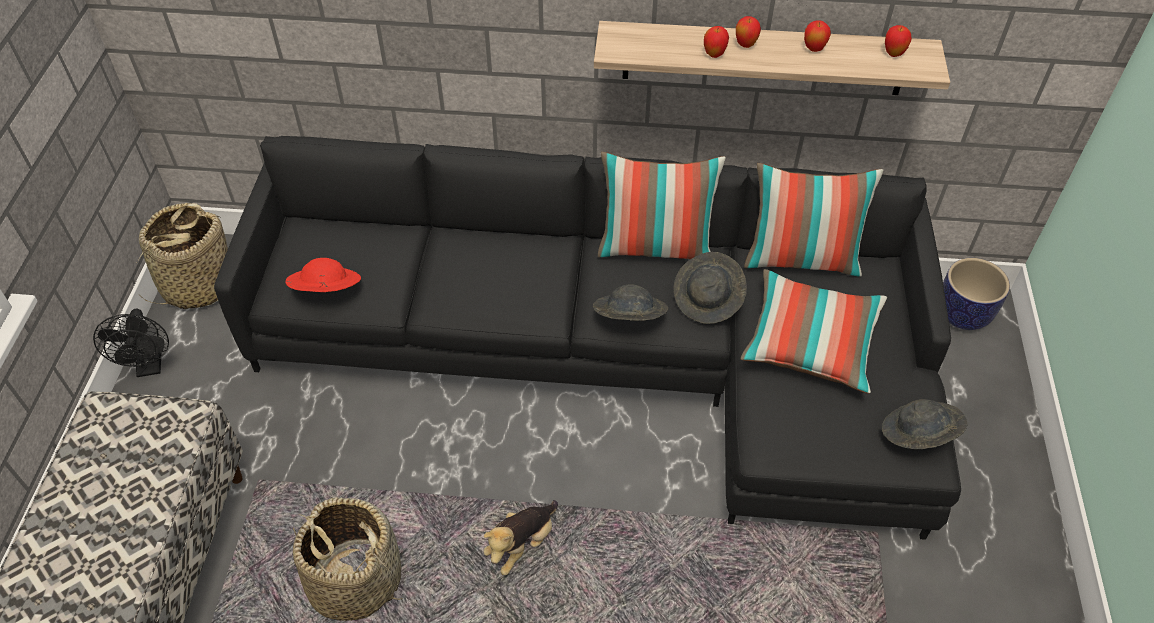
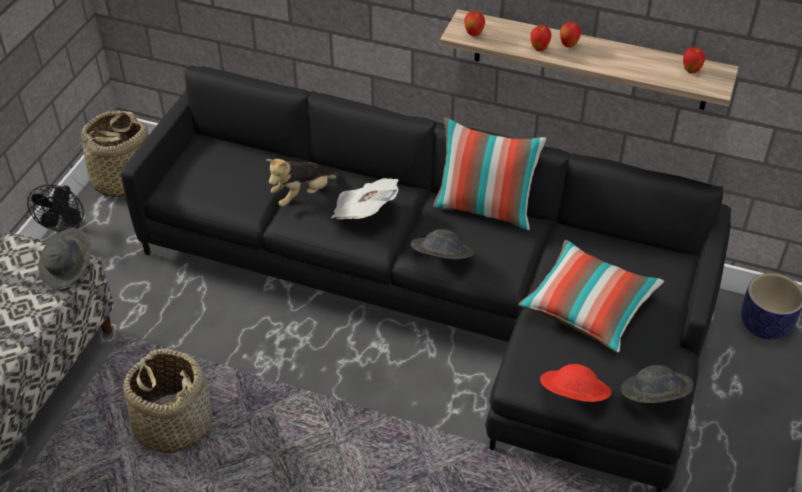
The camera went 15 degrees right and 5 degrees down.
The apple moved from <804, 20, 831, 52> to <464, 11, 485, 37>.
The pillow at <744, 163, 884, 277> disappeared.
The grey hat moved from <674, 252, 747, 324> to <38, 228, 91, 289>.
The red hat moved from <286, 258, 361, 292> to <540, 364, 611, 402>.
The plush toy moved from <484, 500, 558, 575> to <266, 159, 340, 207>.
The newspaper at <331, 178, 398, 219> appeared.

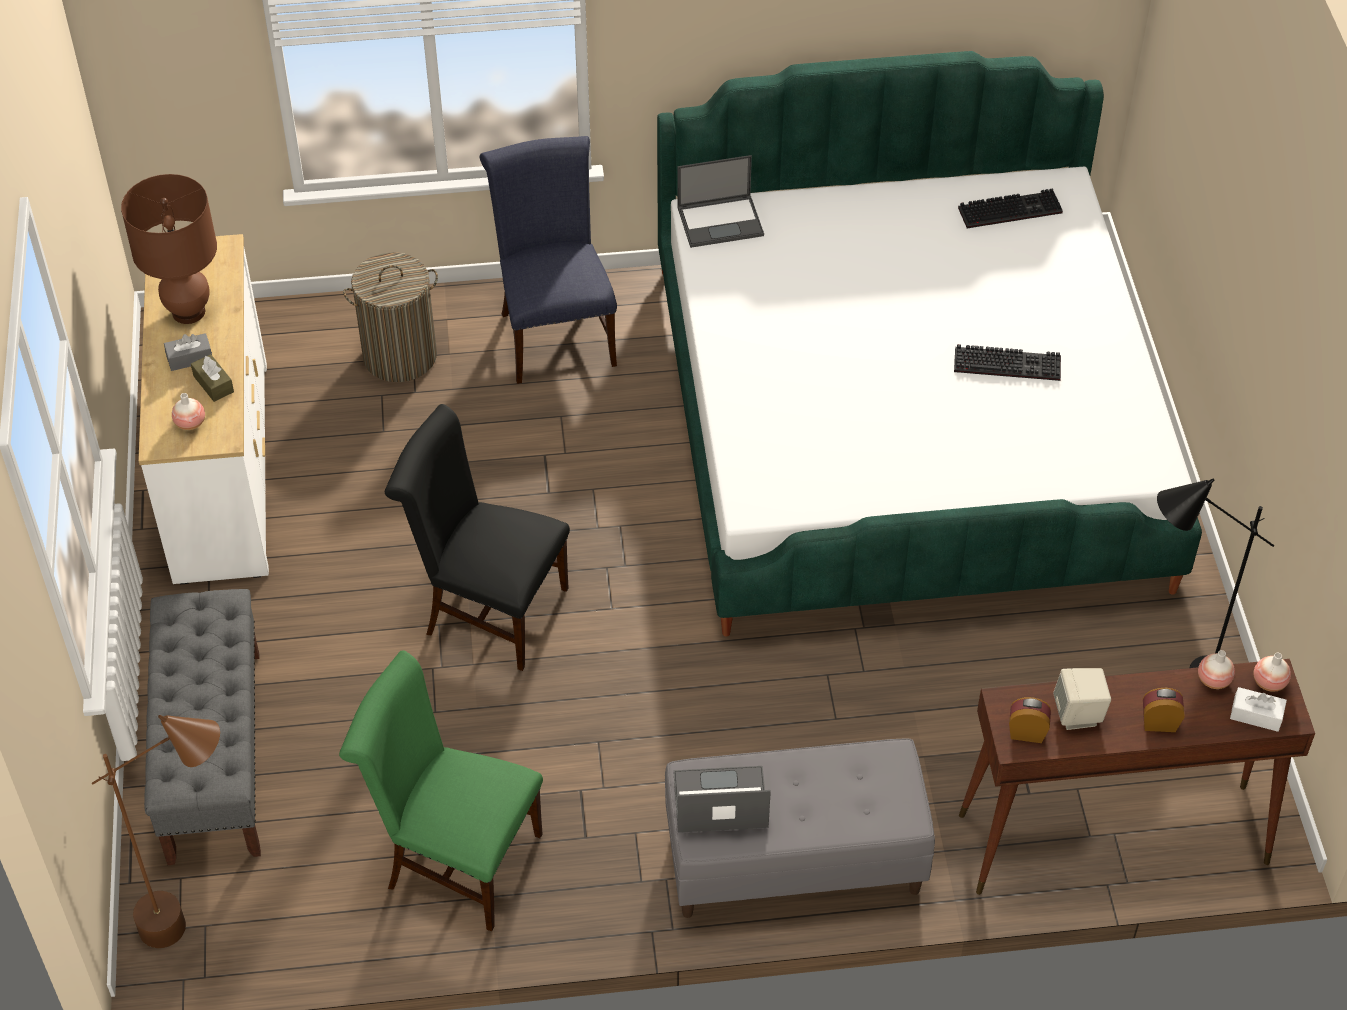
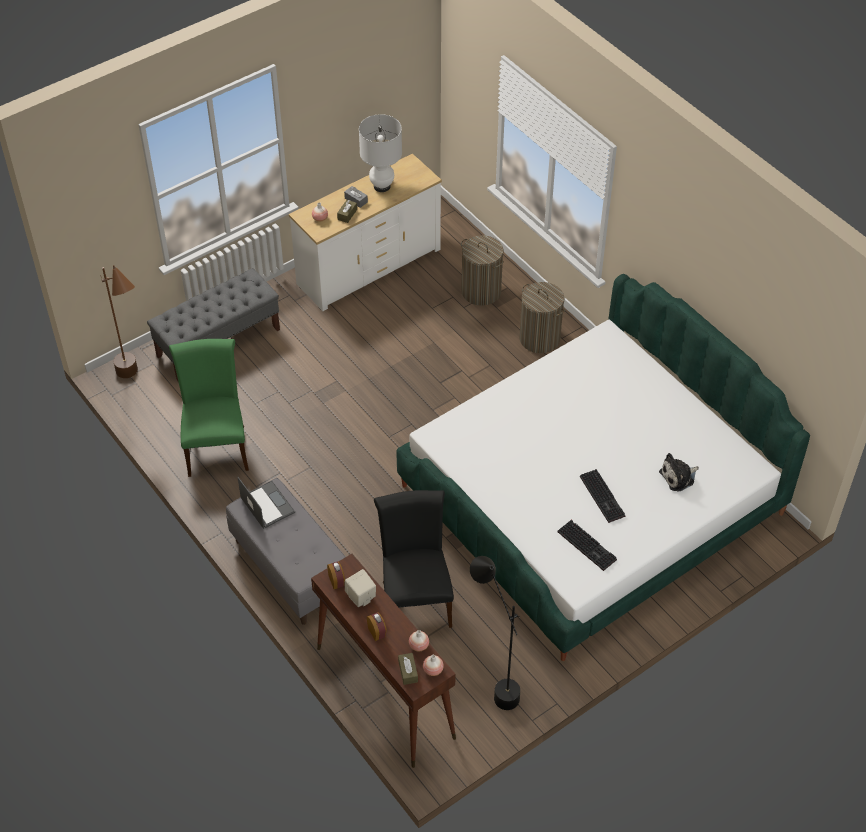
The camera went 60 degrees right and 0 degrees up.
The blue chair at <480, 136, 617, 384> was replaced by the laundry basket at <519, 282, 565, 353>.
The laptop at <677, 155, 764, 248> disappeared.
The brown table lamp at <121, 174, 217, 324> became the white table lamp at <359, 114, 402, 192>.
The keyboard moved from <958, 188, 1063, 228> to <557, 520, 617, 571>.
The black chair moved from <385, 404, 570, 671> to <374, 490, 454, 628>.
The white tissue box at <1230, 687, 1287, 732> became the brown tissue box at <398, 653, 418, 685>.
The plush toy at <659, 453, 699, 492> appeared.

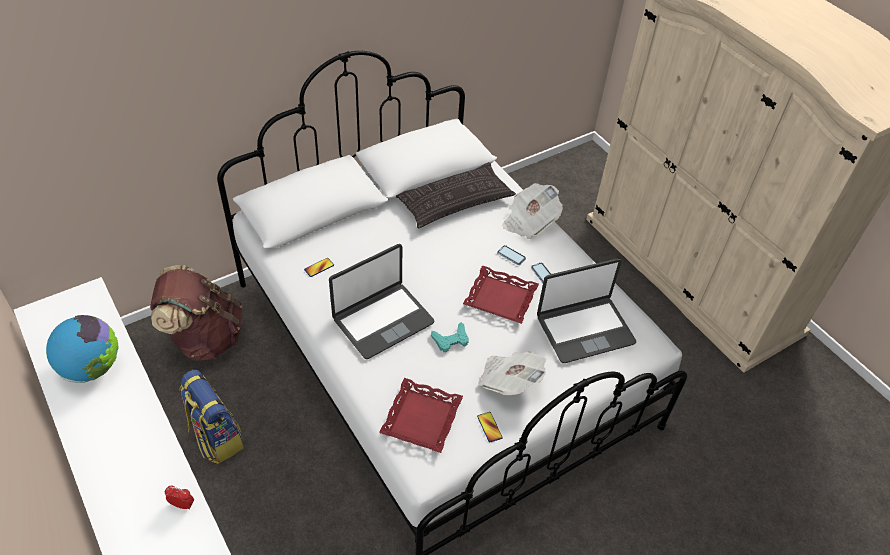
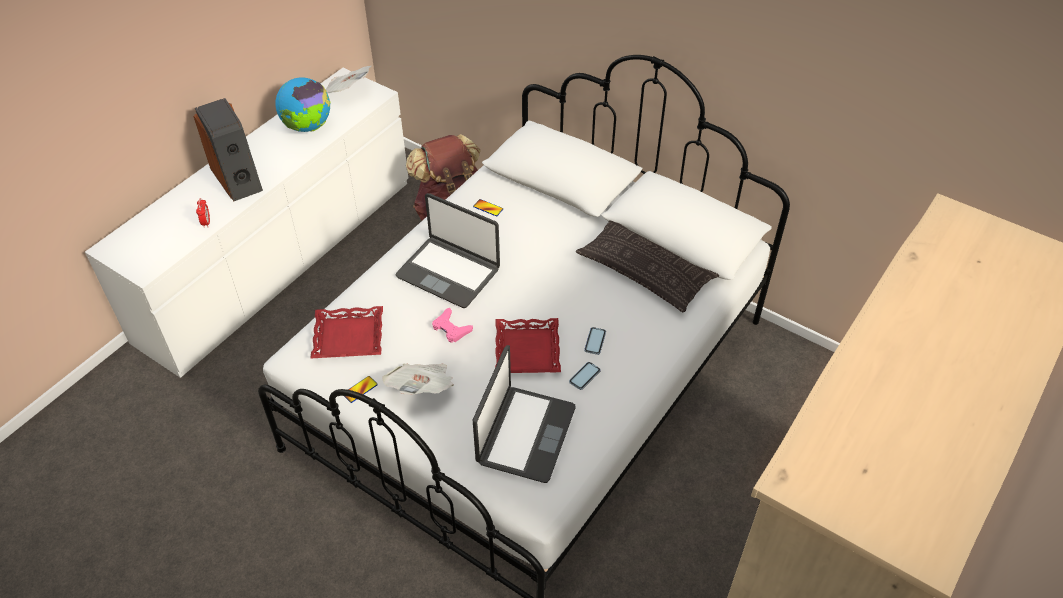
The camera went 70 degrees right and 0 degrees up.
The newspaper moved from <502, 183, 563, 239> to <326, 66, 371, 94>.
The laptop at <537, 258, 636, 363> turned 120 degrees counterclockwise.
The turquoise game controller at <431, 322, 469, 352> became the pink game controller at <432, 308, 473, 343>.
The backpack at <179, 370, 244, 464> disappeared.
The speaker at <193, 98, 263, 201> appeared.

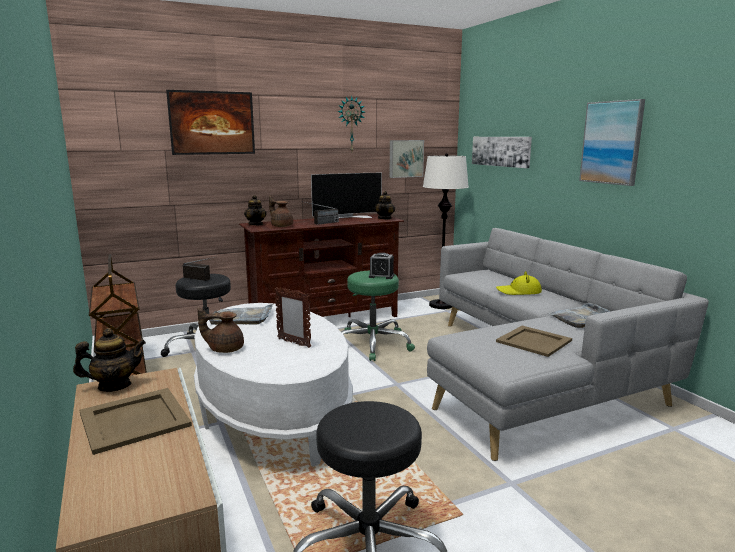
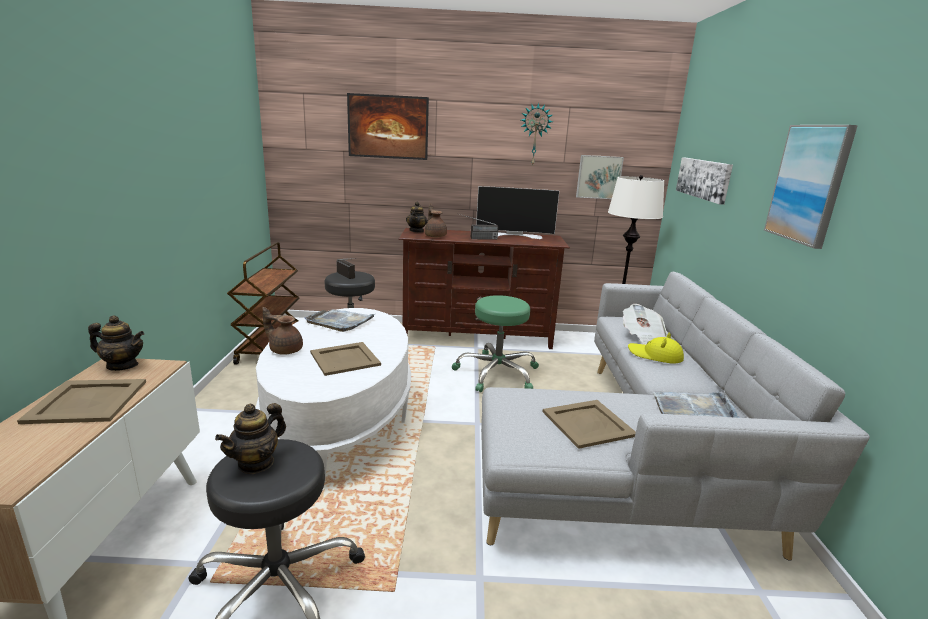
The camera went 25 degrees right and 5 degrees up.
The teapot moved from <375, 191, 395, 220> to <215, 403, 286, 474>.
The alarm clock at <369, 253, 394, 279> disappeared.
The picture frame at <274, 287, 311, 348> was replaced by the beige tray at <310, 342, 381, 376>.
The newspaper at <623, 304, 667, 345> appeared.

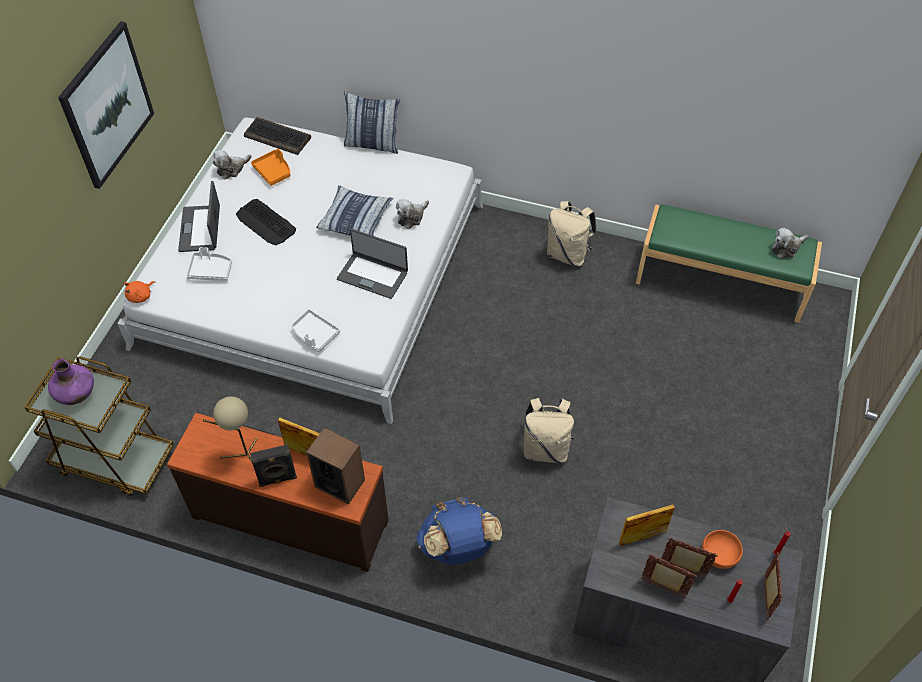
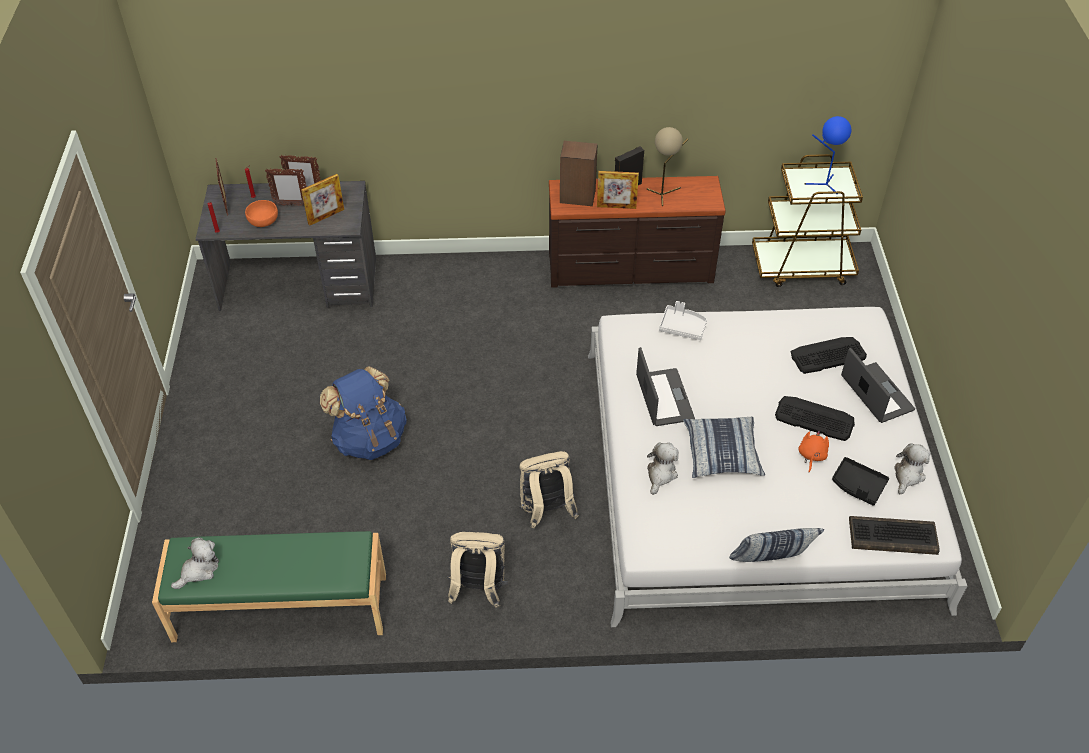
The camera went 160 degrees right and 5 degrees down.
The picture at <58, 21, 154, 189> disappeared.
The orange tray at <251, 149, 291, 186> became the black tray at <832, 457, 889, 506>.
The laptop at <337, 229, 408, 299> turned 75 degrees clockwise.
The white tray at <186, 247, 232, 281> was replaced by the keyboard at <791, 337, 867, 374>.
The orange plush toy moved from <124, 281, 155, 303> to <799, 431, 829, 472>.
The purple vase at <48, 359, 94, 405> was replaced by the blue table lamp at <804, 116, 851, 191>.
The beige backpack moved from <520, 398, 574, 463> to <519, 451, 579, 528>.
The blue backpack moved from <416, 497, 502, 565> to <320, 366, 407, 460>.

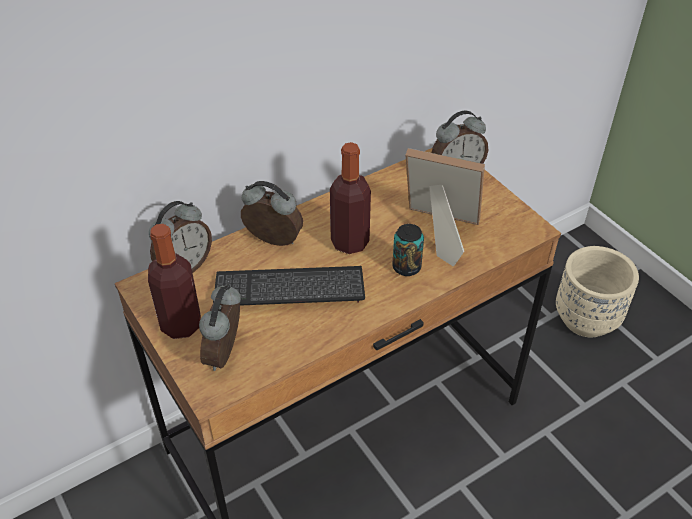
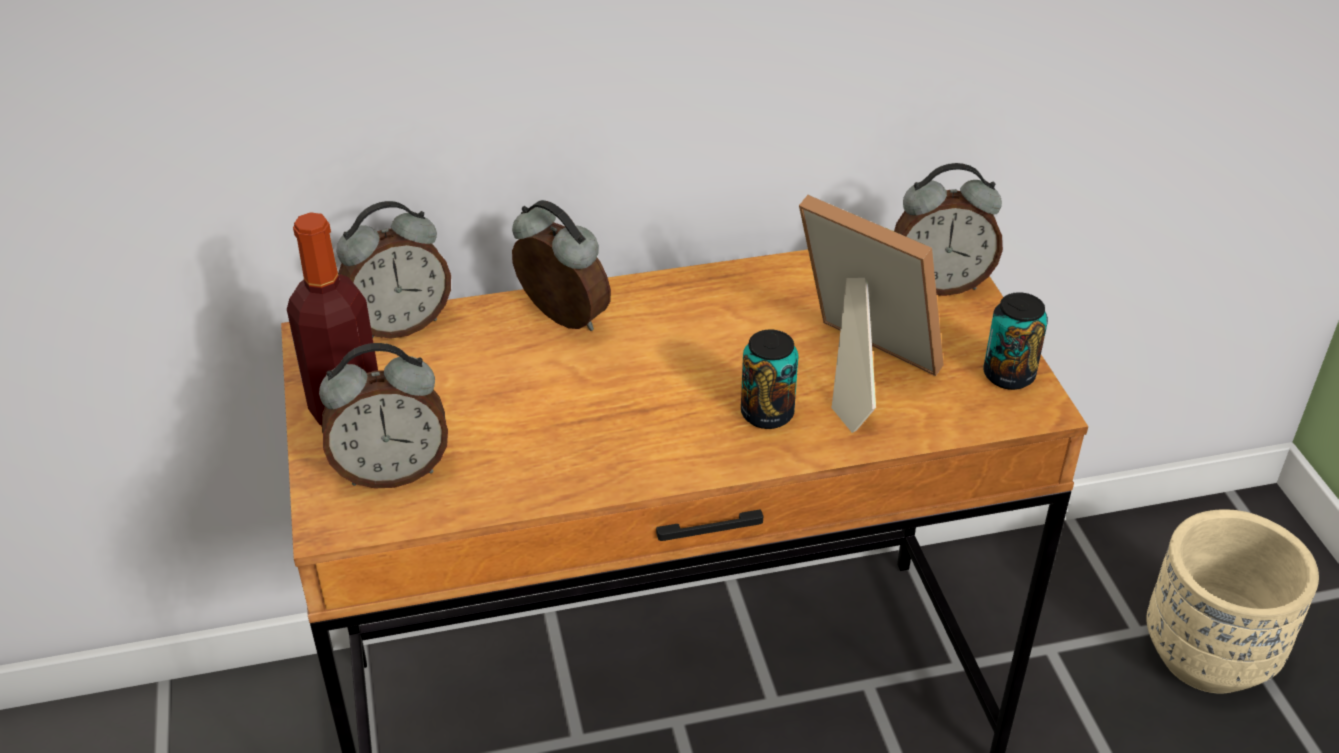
The camera went 20 degrees right and 5 degrees down.
The bottle at <330, 142, 371, 254> disappeared.
The keyboard at <213, 266, 365, 306> disappeared.
The alarm clock at <199, 284, 241, 371> turned 135 degrees counterclockwise.
The can at <983, 292, 1048, 390> appeared.

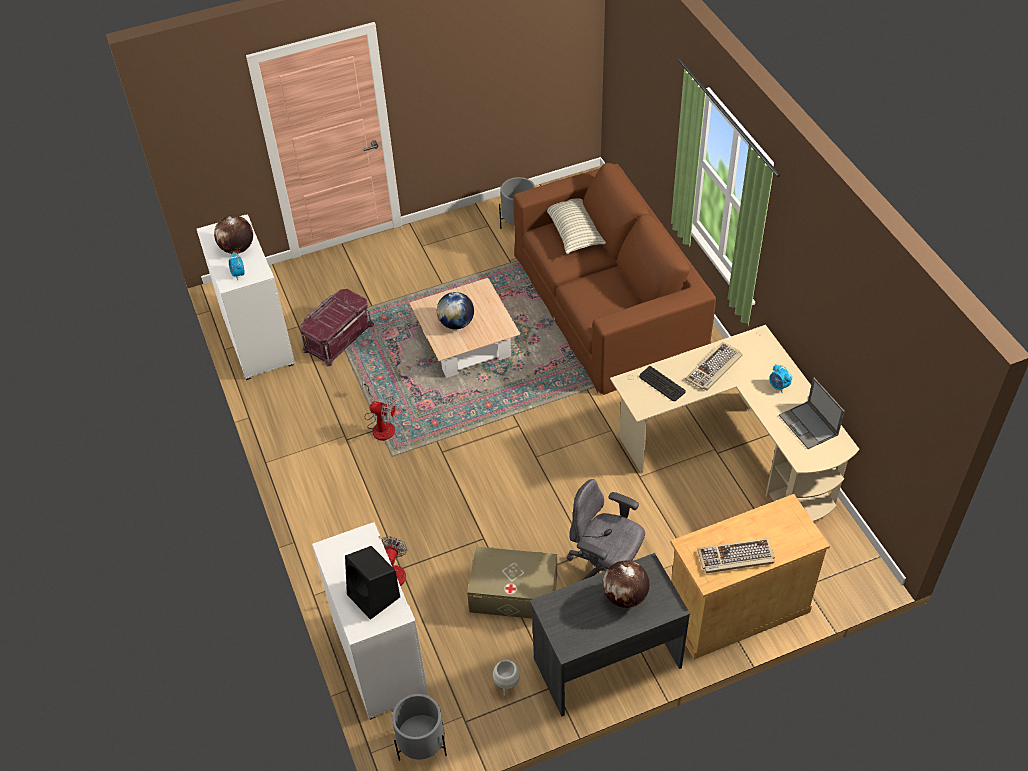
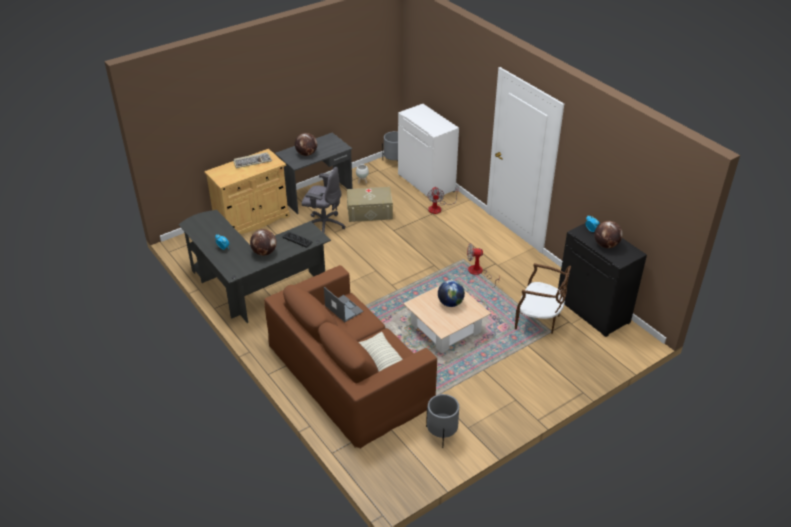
The camera went 165 degrees right and 10 degrees down.
The white cabinet at <197, 214, 295, 380> became the black cabinet at <558, 223, 647, 337>.
The red storage box at <300, 289, 374, 366> was replaced by the brown chair at <515, 263, 571, 334>.
The beige desk at <610, 325, 859, 522> became the black desk at <179, 210, 331, 323>.
The keyboard at <685, 342, 743, 391> was replaced by the globe at <250, 229, 277, 256>.
The laptop moved from <779, 378, 845, 449> to <324, 287, 364, 322>.
The black speaker at <345, 546, 400, 620> disappeared.

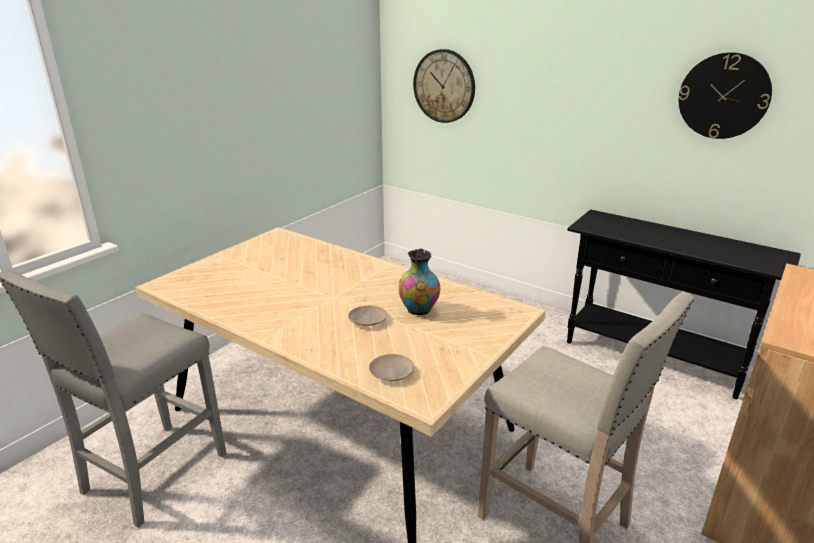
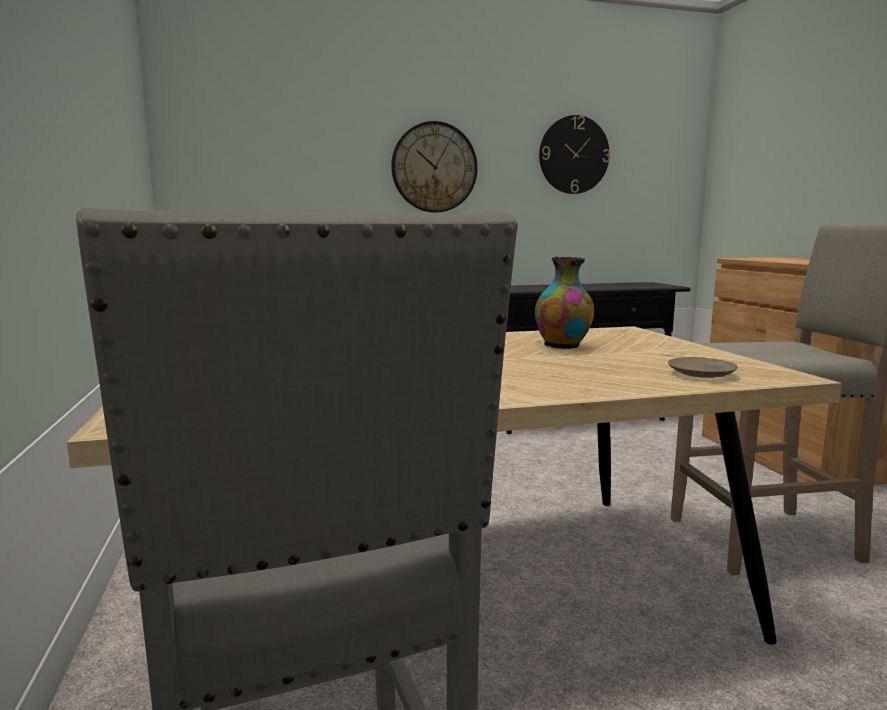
The camera went 50 degrees left and 15 degrees down.
The wall clock moved from <413, 49, 475, 123> to <391, 121, 477, 213>.
The beige plate at <348, 305, 387, 326> disappeared.

